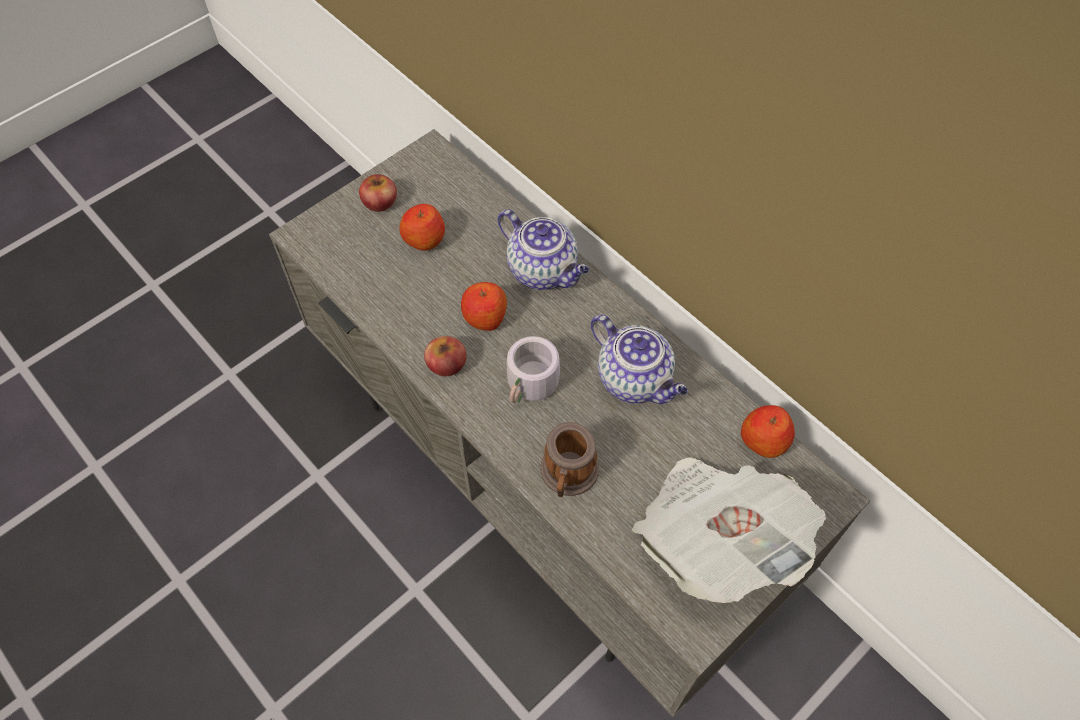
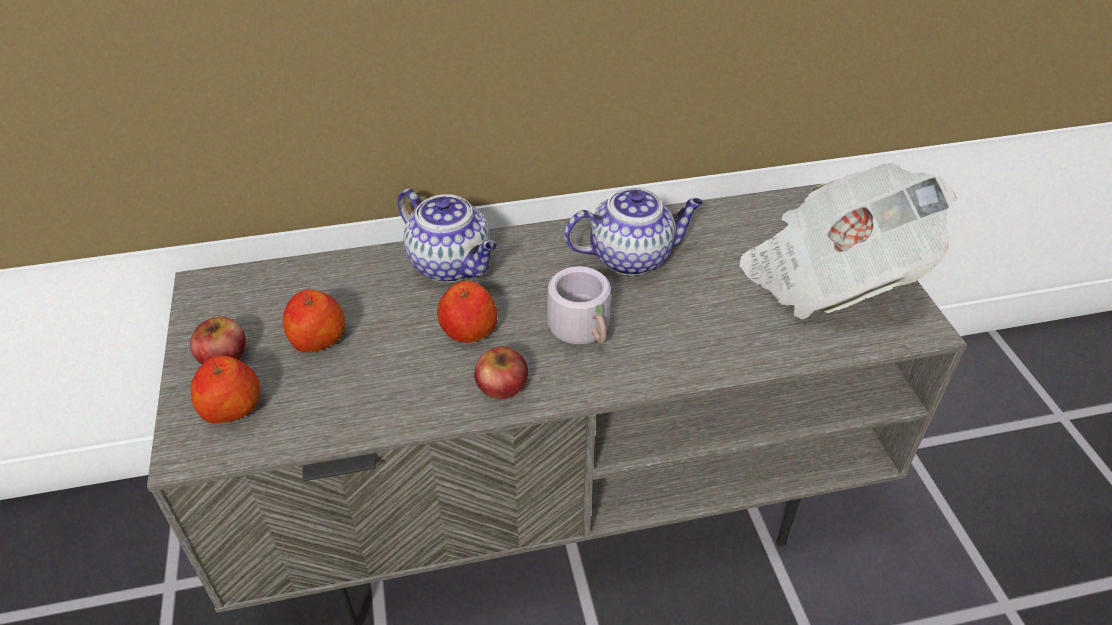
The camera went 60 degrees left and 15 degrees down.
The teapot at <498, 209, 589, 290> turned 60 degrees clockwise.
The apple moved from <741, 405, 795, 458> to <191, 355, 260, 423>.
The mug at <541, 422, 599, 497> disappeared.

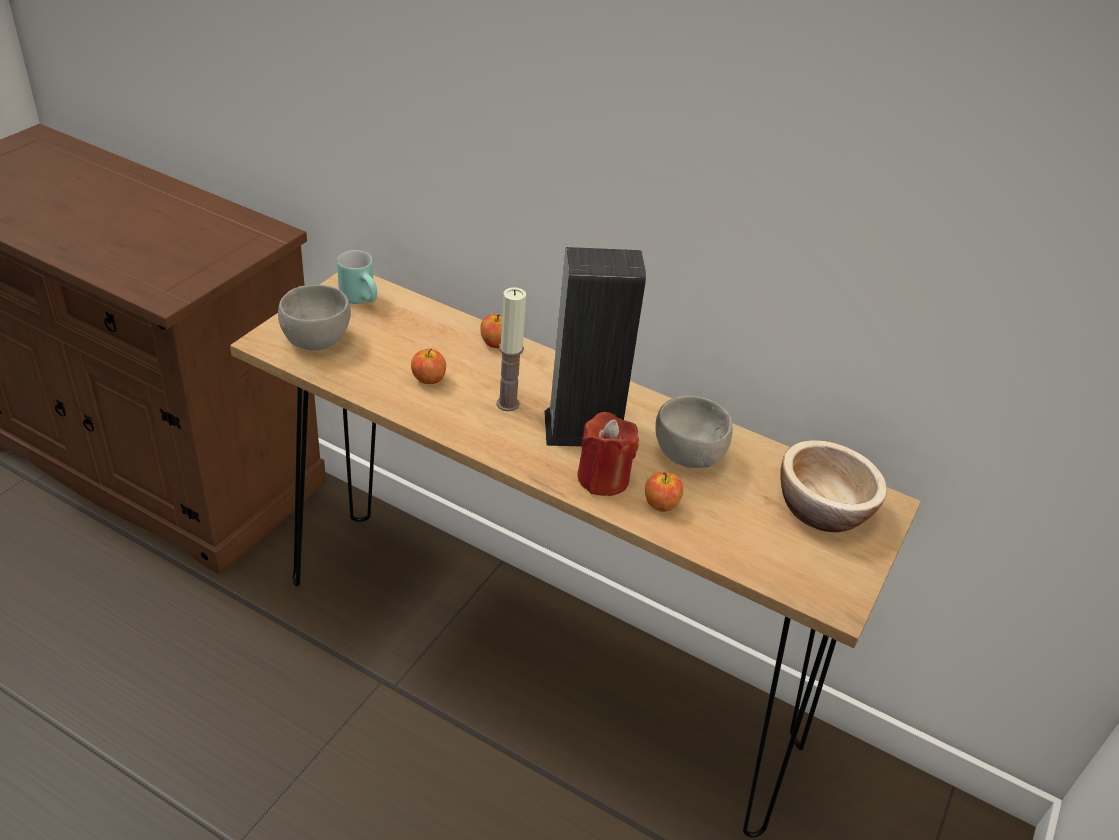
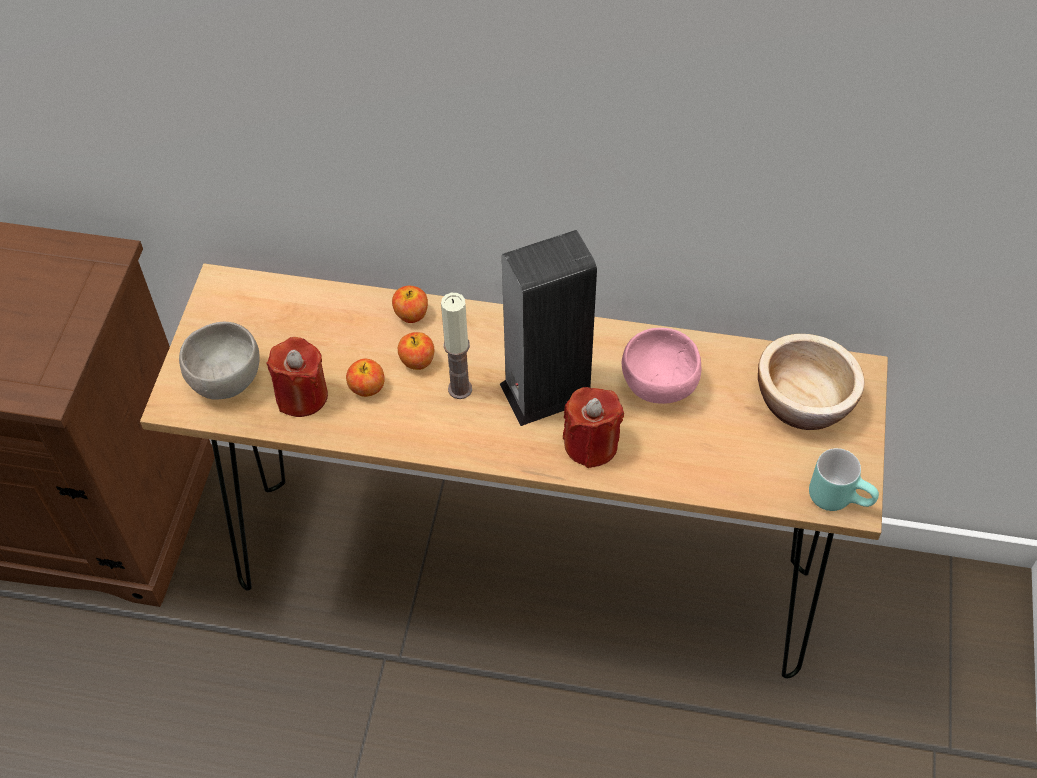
The camera went 15 degrees left and 15 degrees up.
The turquoise mug moved from <337, 250, 377, 304> to <809, 448, 879, 511>.
The grey bowl at <655, 396, 733, 468> became the pink bowl at <622, 328, 701, 404>.
The apple moved from <645, 472, 683, 512> to <398, 332, 434, 370>.
The red candle at <266, 337, 328, 417> appeared.

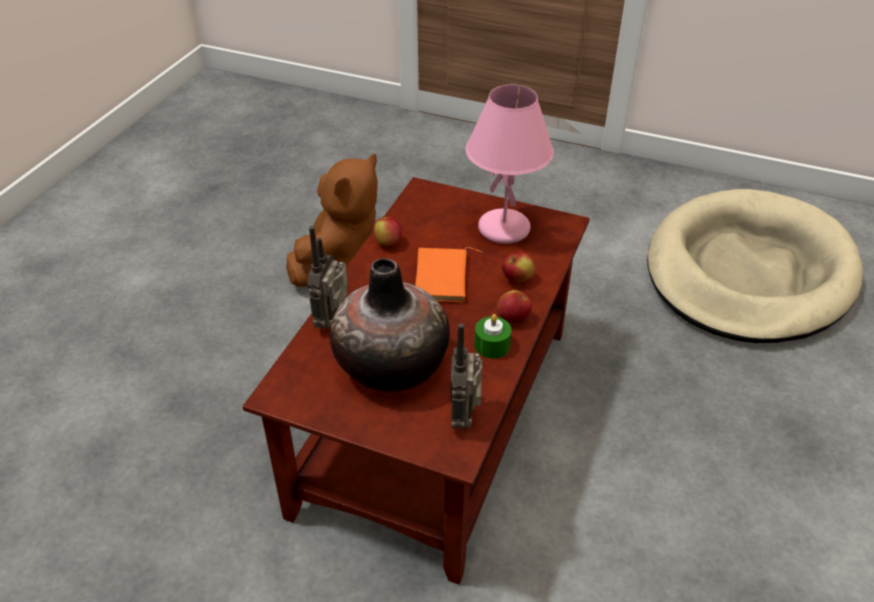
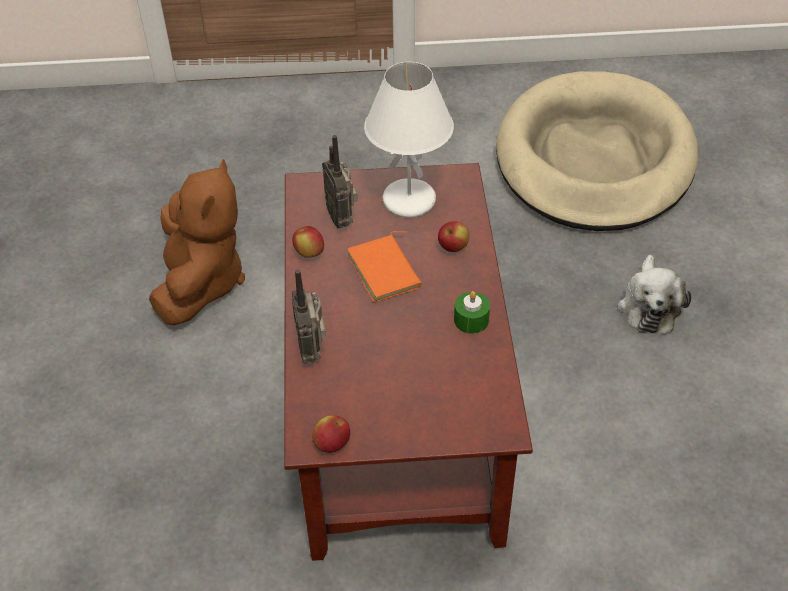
The camera went 25 degrees left and 5 degrees up.
The pink table lamp at <466, 85, 554, 244> became the white table lamp at <364, 62, 454, 218>.
The vase at <330, 258, 450, 392> disappeared.
The apple moved from <497, 290, 532, 323> to <312, 415, 350, 453>.
The radio moved from <450, 323, 482, 429> to <322, 135, 358, 228>.
The plush toy at <617, 255, 691, 334> appeared.

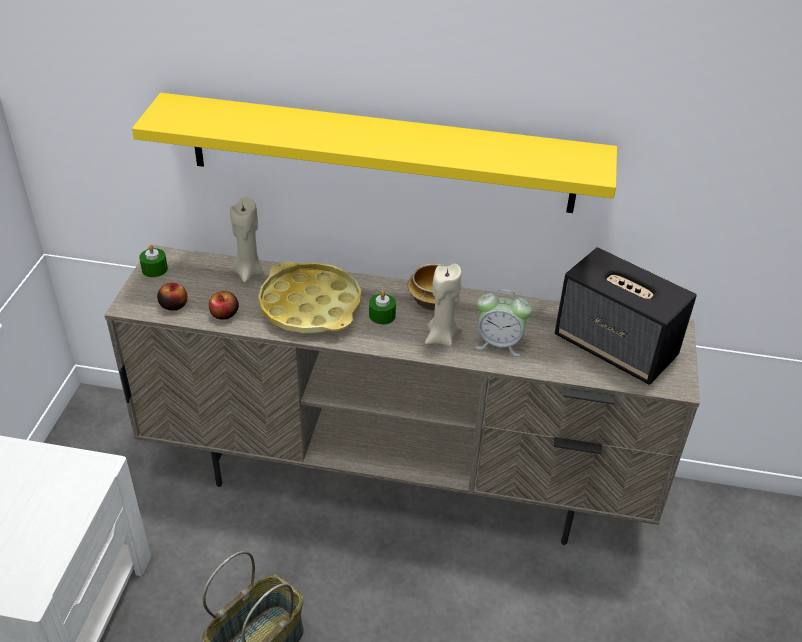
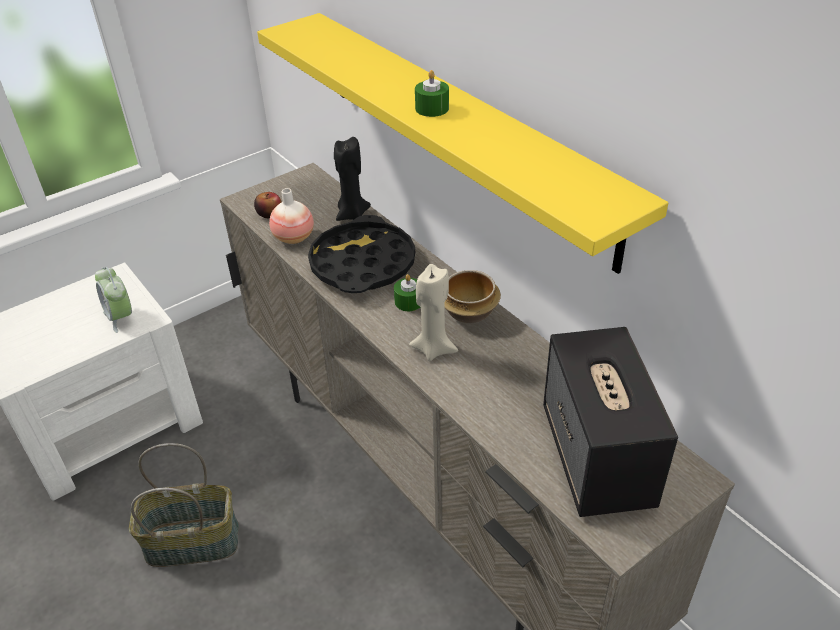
The camera went 45 degrees right and 0 degrees up.
The beige candle at <230, 197, 264, 283> became the black candle at <334, 137, 371, 221>.
The green candle moved from <139, 245, 168, 277> to <415, 70, 449, 117>.
The yellow tray at <258, 261, 361, 334> became the black tray at <308, 215, 415, 293>.
The alarm clock moved from <475, 289, 532, 356> to <95, 267, 132, 333>.
The apple at <209, 291, 239, 320> was replaced by the vase at <269, 188, 314, 244>.

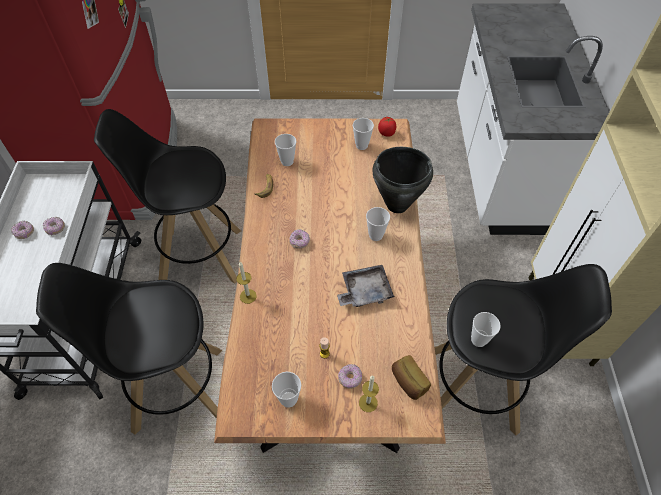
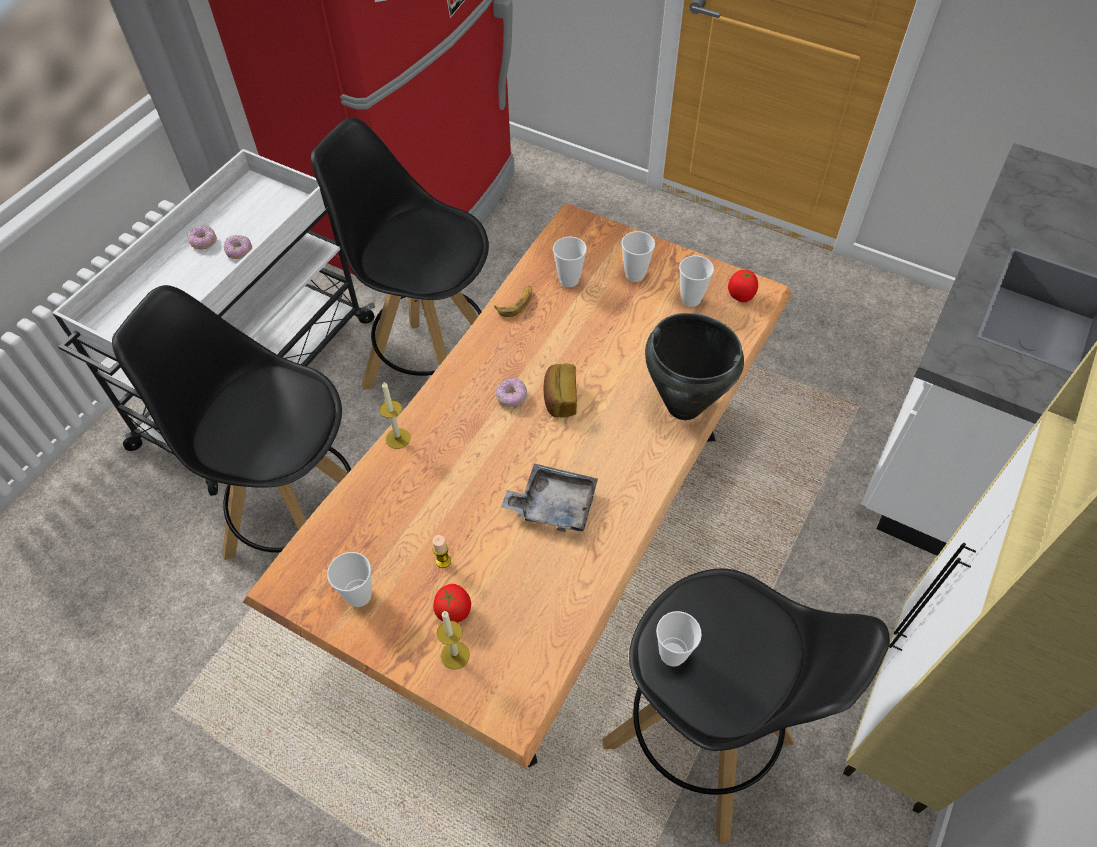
The camera went 30 degrees right and 0 degrees up.
The cup moved from <366, 207, 390, 241> to <621, 231, 655, 282>.
The bread moved from <392, 355, 431, 400> to <543, 363, 577, 418>.
The donut at <338, 364, 362, 389> was replaced by the tomato at <433, 584, 471, 623>.

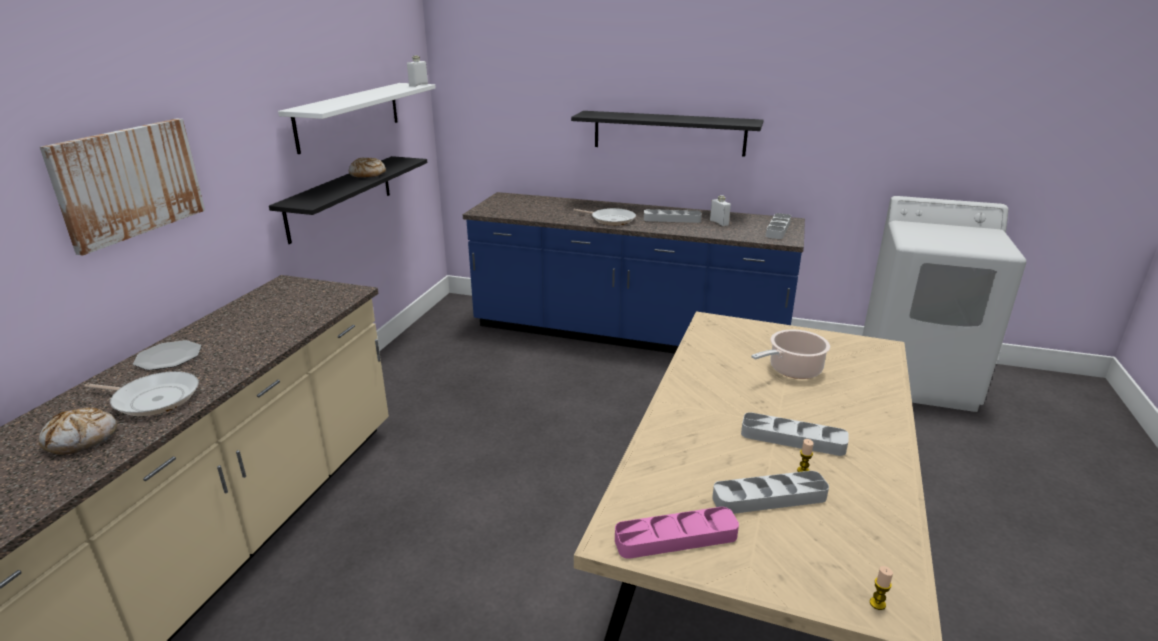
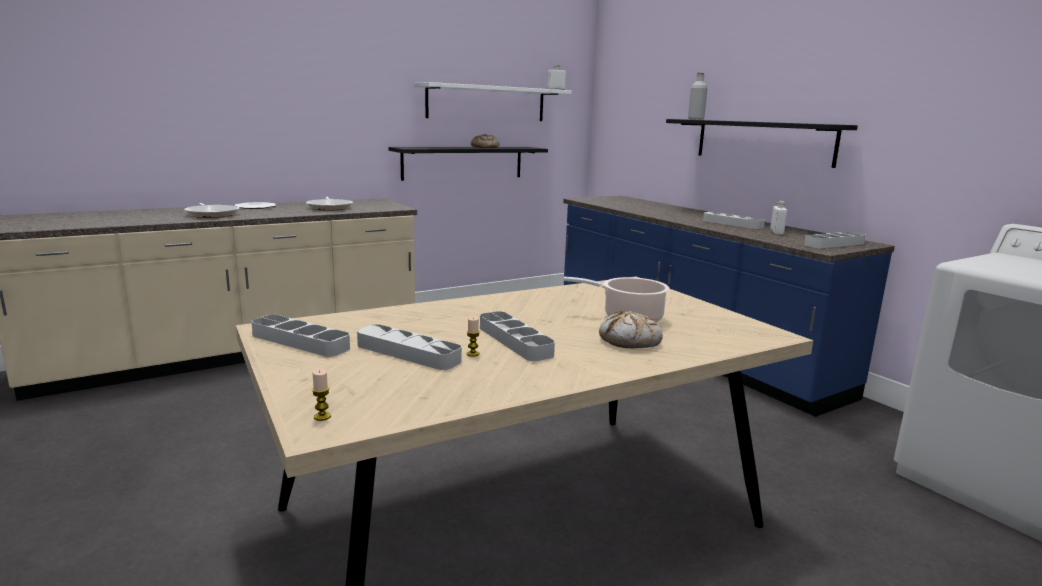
The camera went 40 degrees right and 10 degrees down.
The picture at <40, 118, 205, 255> disappeared.
The frying pan moved from <573, 208, 636, 225> to <306, 197, 353, 211>.
The bread moved from <39, 407, 117, 455> to <599, 311, 663, 348>.
The pink tray at <615, 507, 739, 559> became the grey tray at <251, 315, 350, 357>.
The grey bottle at <688, 73, 708, 120> appeared.

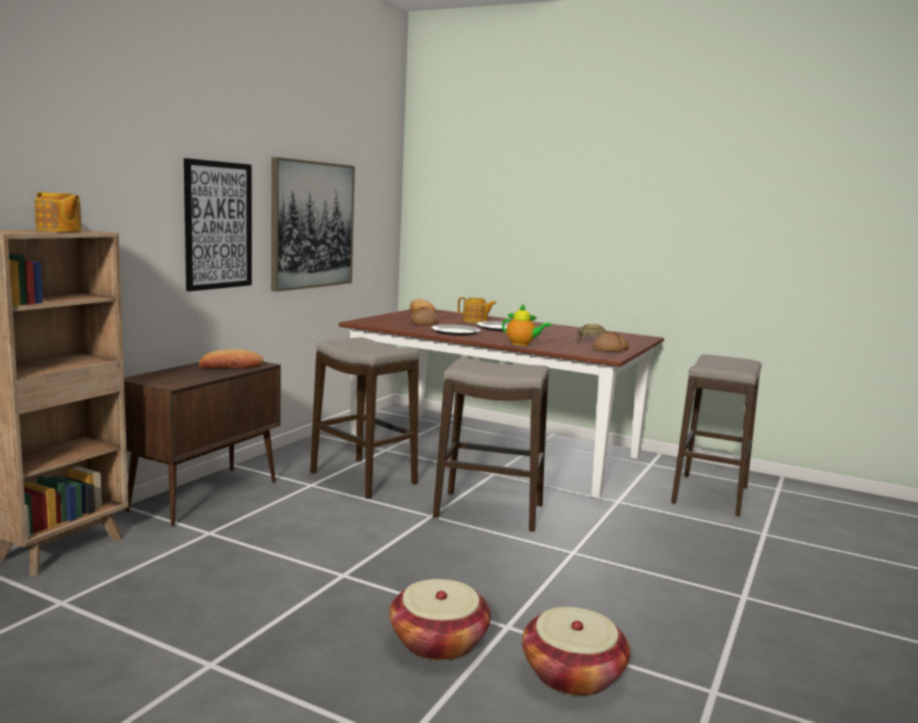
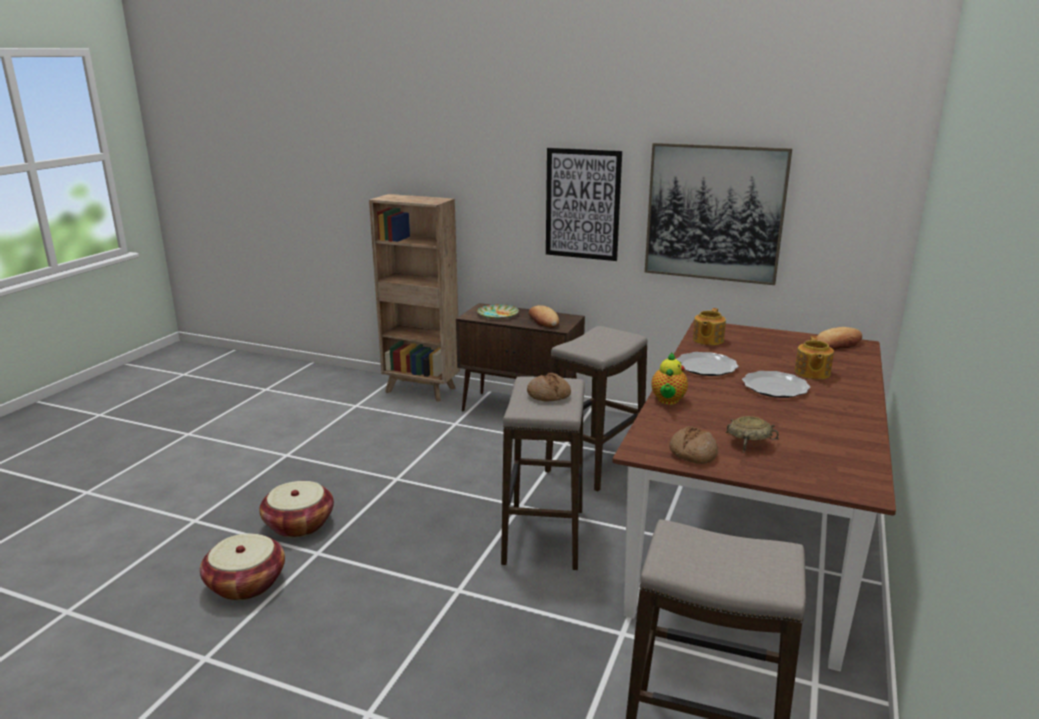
The camera went 85 degrees right and 10 degrees up.
The teapot moved from <34, 192, 82, 232> to <693, 308, 726, 345>.
The bread moved from <410, 307, 438, 325> to <527, 373, 571, 402>.
The plate at <477, 304, 519, 319> appeared.

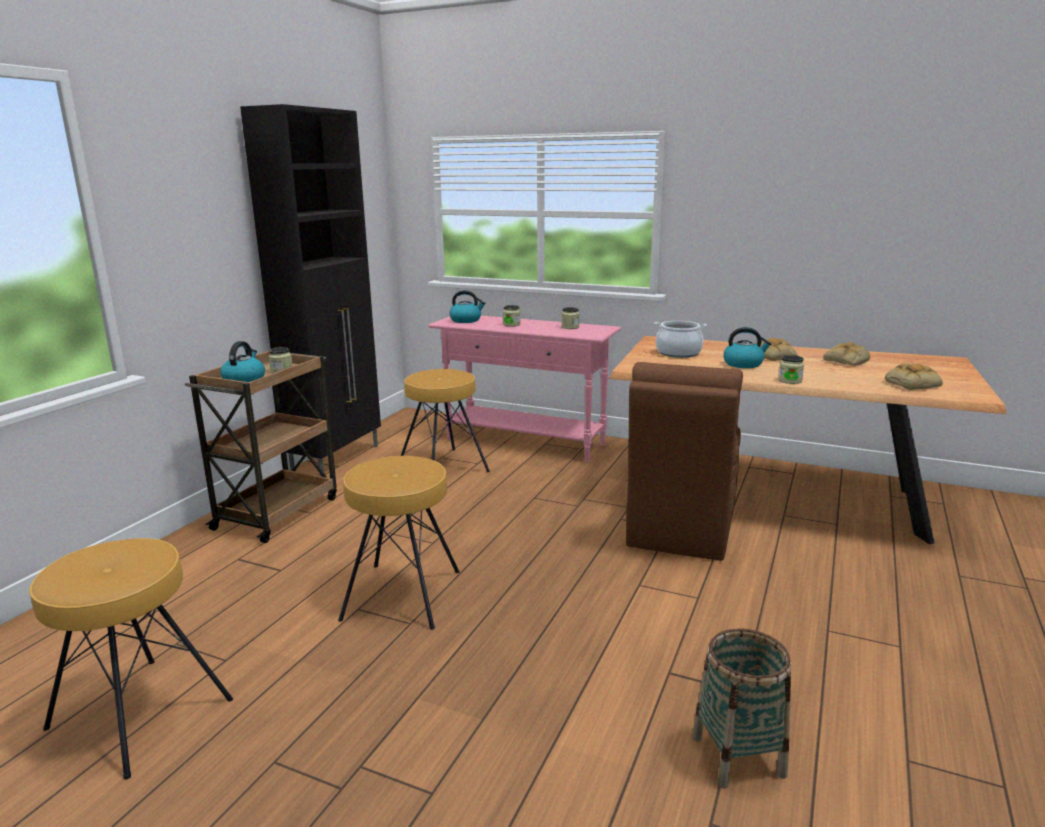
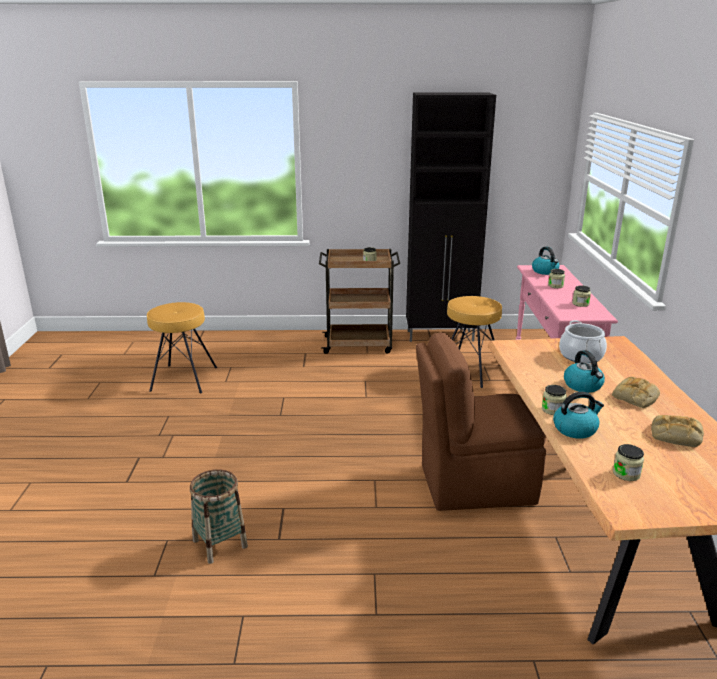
The camera went 65 degrees right and 5 degrees up.
The kettle moved from <220, 341, 265, 382> to <553, 391, 604, 439>.
The bread at <885, 363, 943, 390> was replaced by the jar at <613, 444, 644, 481>.
The brown stool at <338, 456, 460, 630> disappeared.

